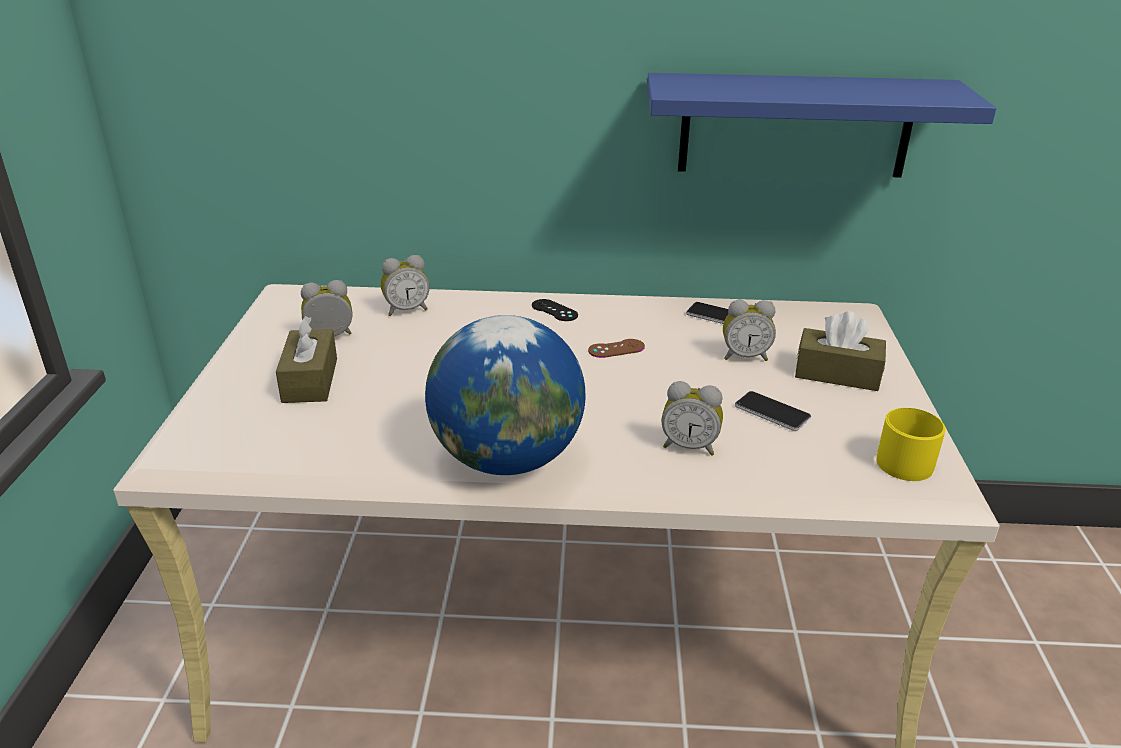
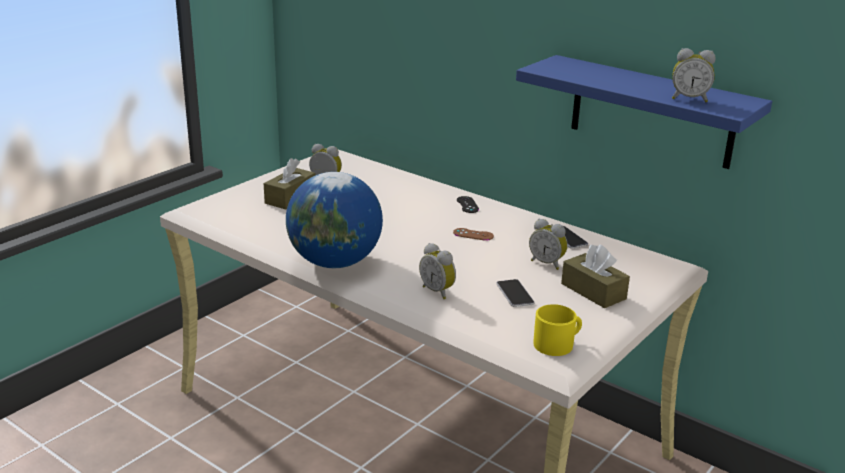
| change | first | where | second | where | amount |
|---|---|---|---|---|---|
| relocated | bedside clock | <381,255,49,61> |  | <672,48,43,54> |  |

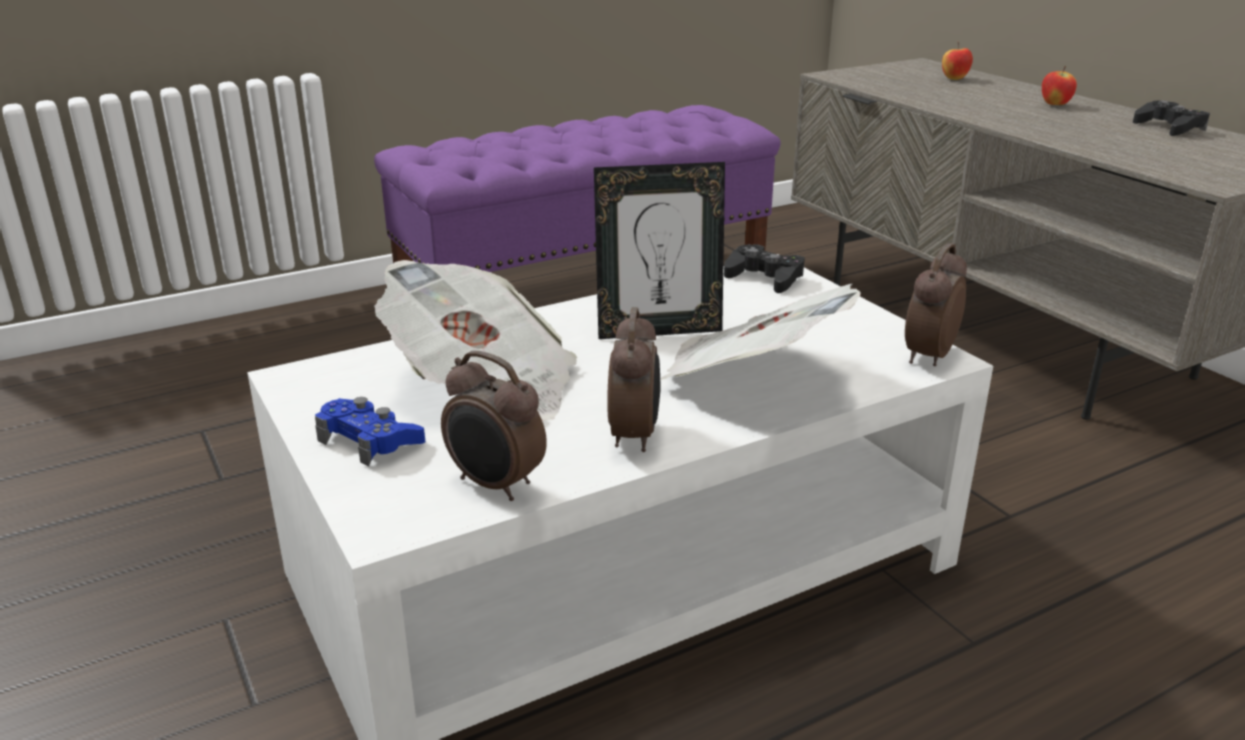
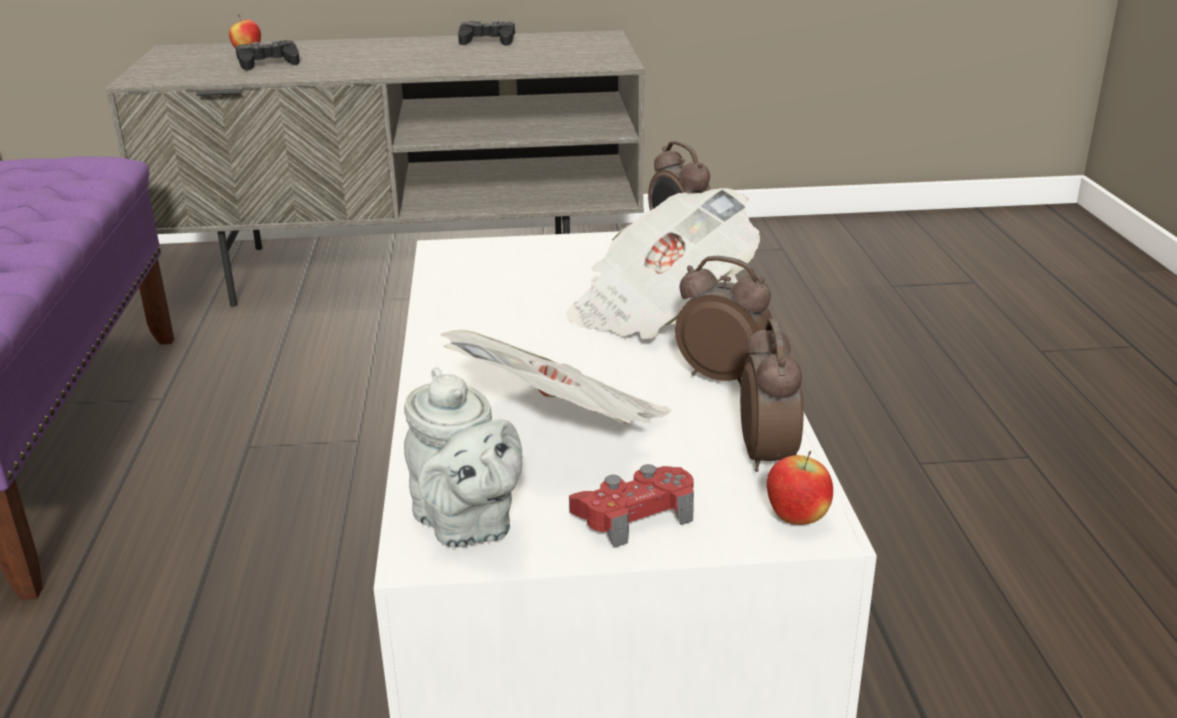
| change | first | where | second | where | amount |
|---|---|---|---|---|---|
| colour | gamepad in blue-coloured | <315,397,110,70> | gamepad in red | <569,464,125,84> |  |
| spun | bedside clock | <441,351,106,150> |  | <740,319,64,153> | 60 degrees counterclockwise |
| missing | photo frame | <594,162,131,177> |  |  |  |
| relocated | gamepad in blackish | <724,244,81,49> |  | <235,40,65,30> |  |
| relocated | whole apple | <1042,66,35,39> |  | <767,451,66,74> |  |
| appeared |  |  | pot for tea in gray | <404,367,118,181> |  |

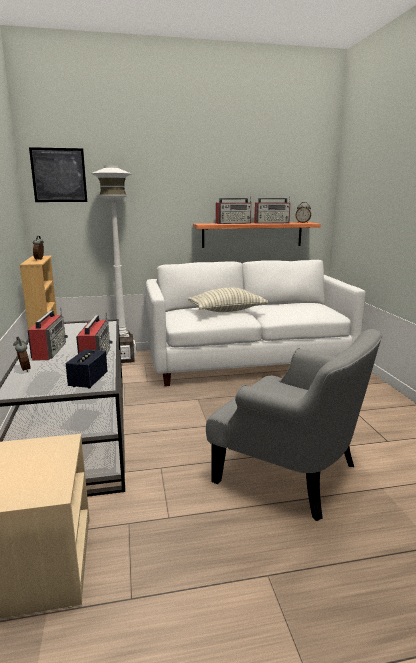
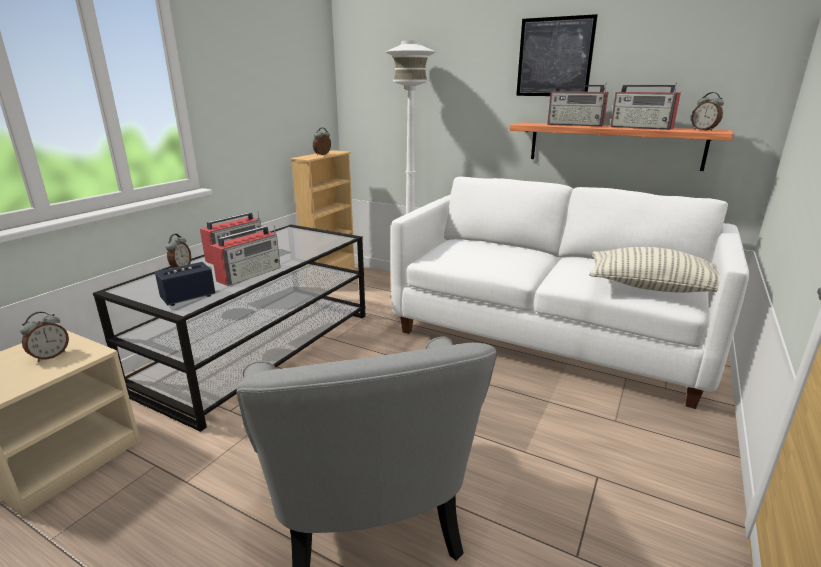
| change | first | where | second | where | amount |
|---|---|---|---|---|---|
| relocated | picture | <29,147,58,55> |  | <516,14,82,82> |  |
| relocated | cushion | <188,287,80,25> |  | <589,247,131,46> |  |
| appeared |  |  | bedside clock | <20,312,49,50> |  |

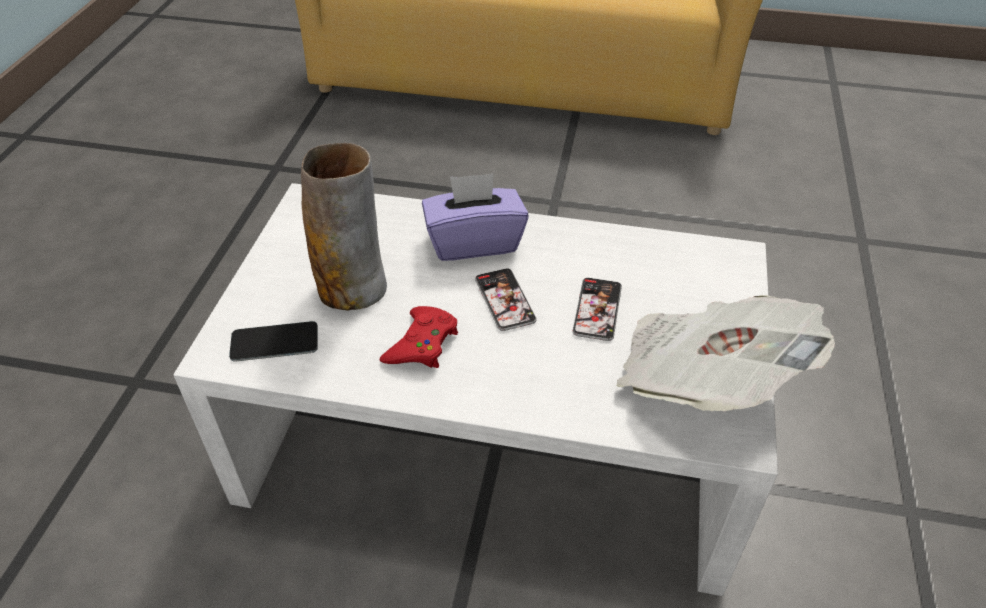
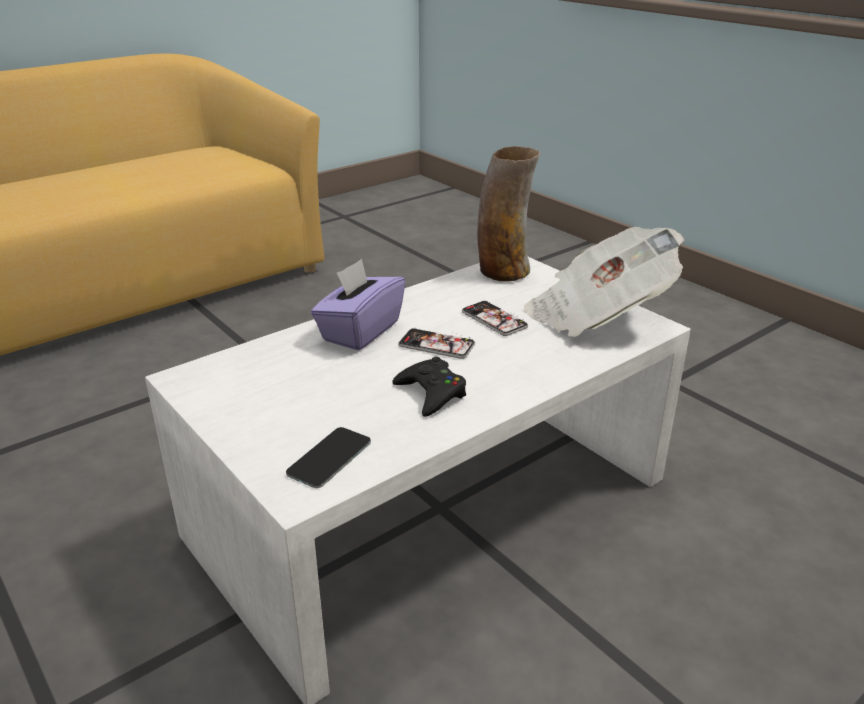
| change | first | where | second | where | amount |
|---|---|---|---|---|---|
| relocated | flower vase | <301,143,86,168> |  | <477,146,63,136> |  |
| colour | gamepad in red | <380,306,78,62> | gamepad in blackish | <392,357,74,60> |  |

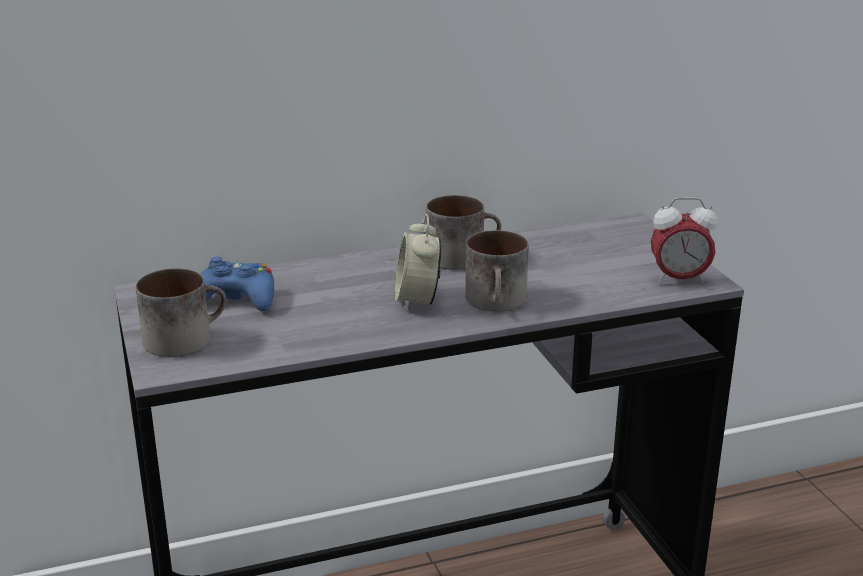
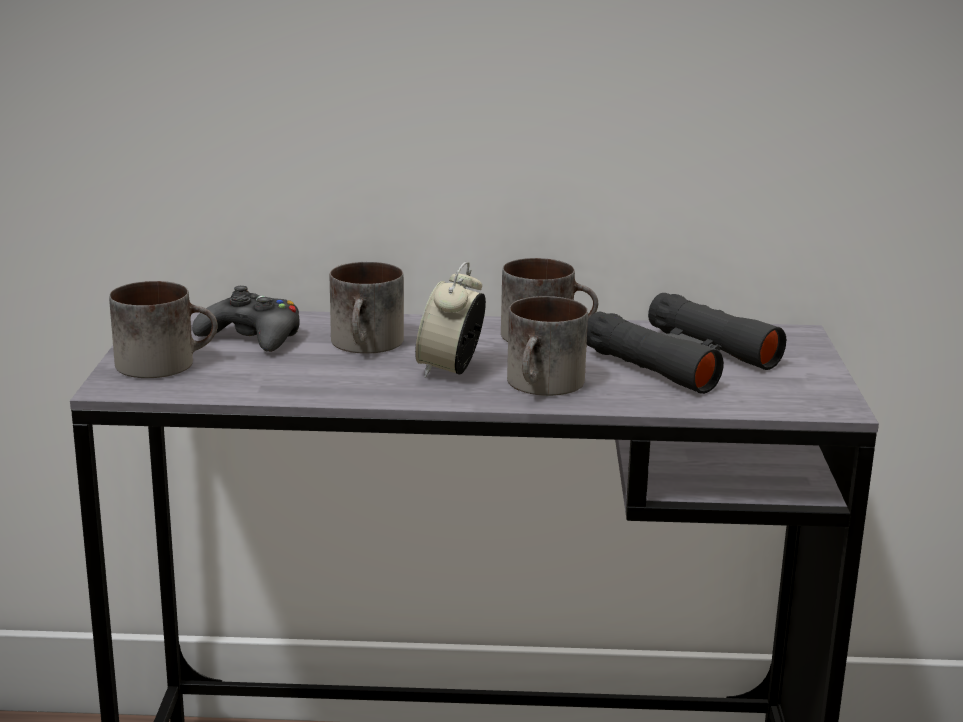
| change | first | where | second | where | amount |
|---|---|---|---|---|---|
| colour | gamepad in blue-coloured | <201,257,73,54> | gamepad in blackish | <192,286,108,66> |  |
| missing | bedside clock | <651,198,66,87> |  |  |  |
| appeared |  |  | coffee mug | <330,262,74,92> |  |
| appeared |  |  | binoculars in blackish | <587,293,199,101> |  |

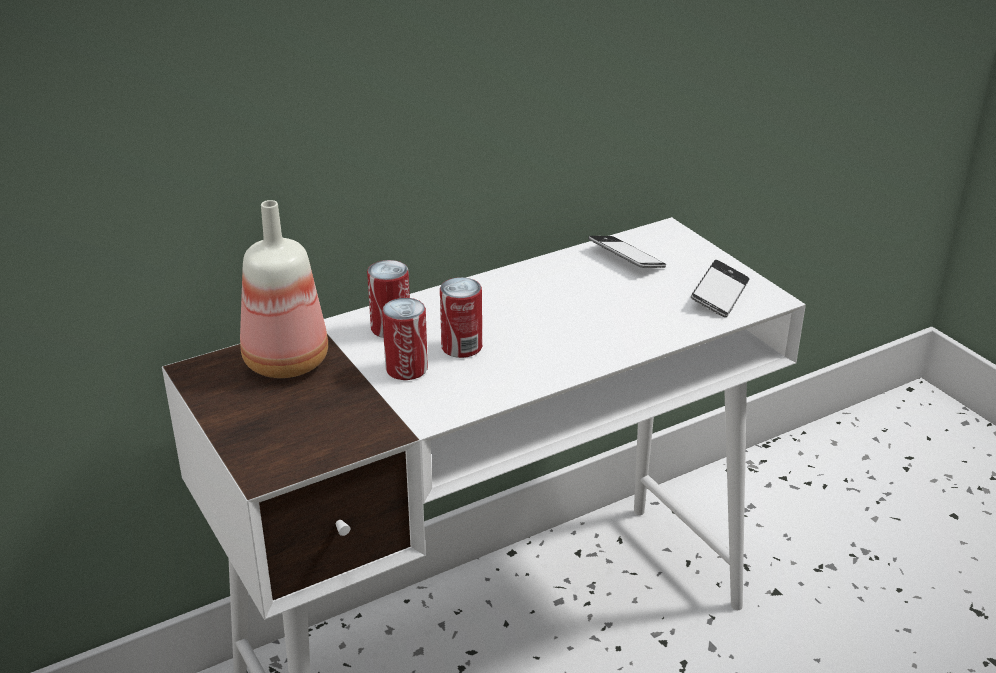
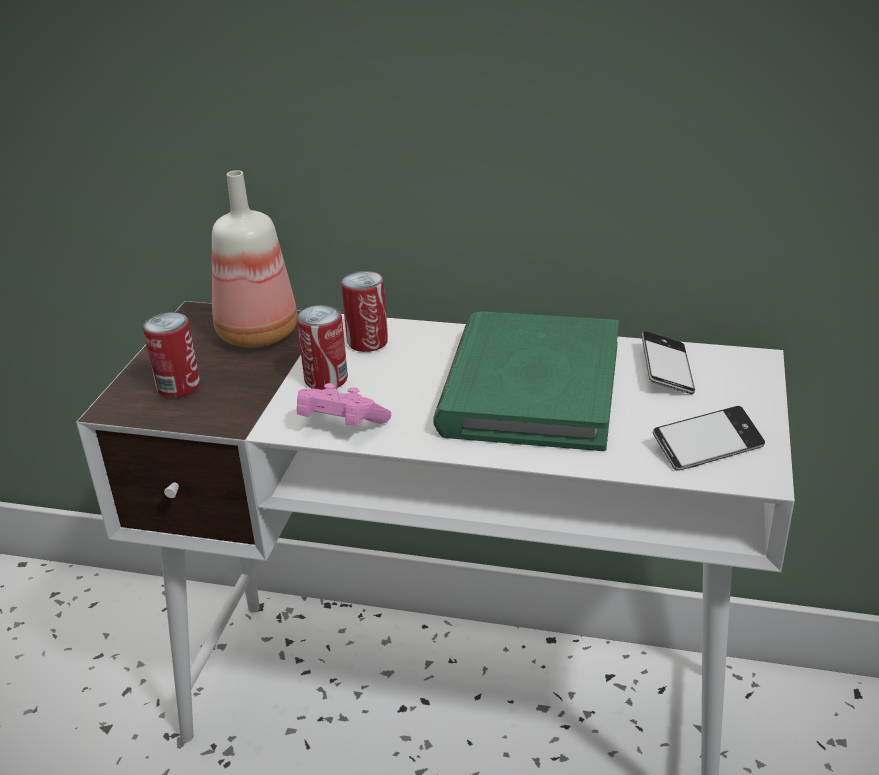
| change | first | where | second | where | amount |
|---|---|---|---|---|---|
| relocated | sealed can | <440,277,42,81> |  | <143,312,57,86> |  |
| appeared |  |  | gamepad in pink | <297,383,95,43> |  |
| appeared |  |  | volume in greenish | <433,311,186,140> |  |

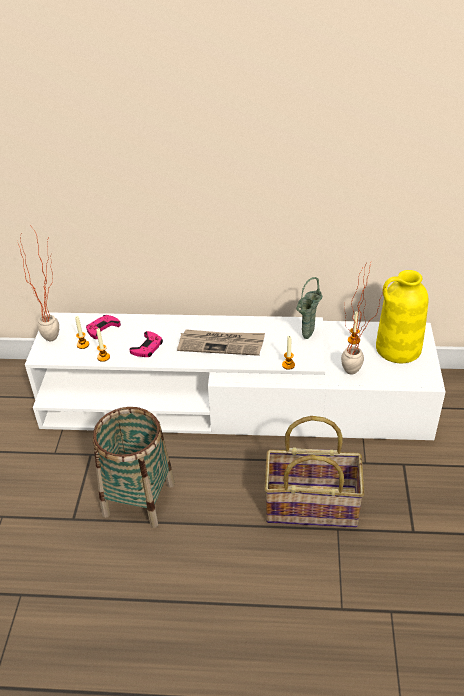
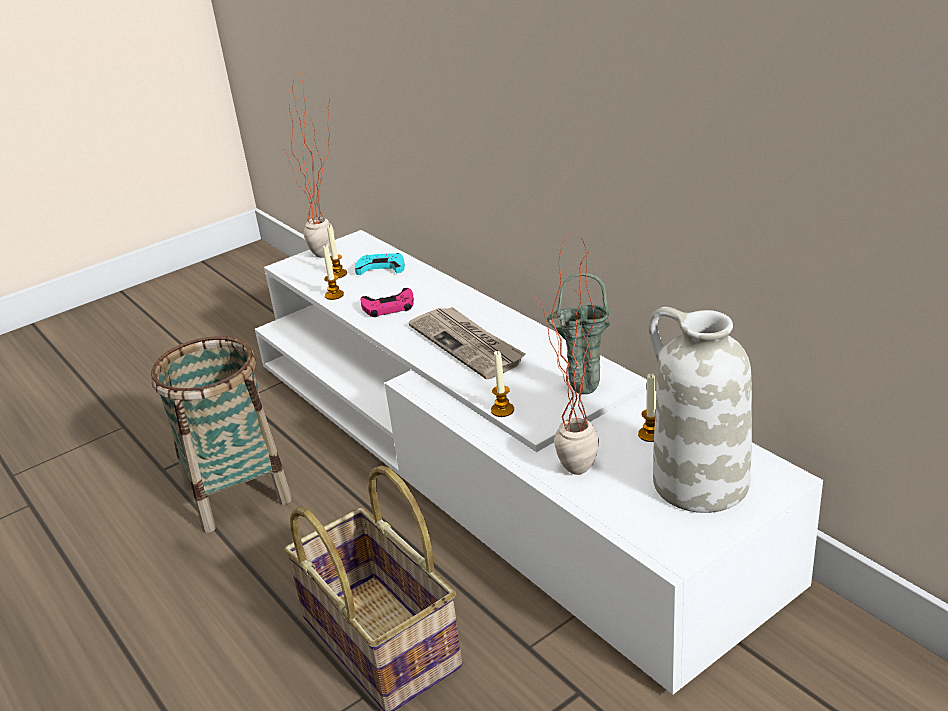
| change | first | where | second | where | amount |
|---|---|---|---|---|---|
| colour | gamepad in pink | <86,315,35,24> | gamepad in turquoise-coloured | <355,253,50,22> |  |
| colour | flower vase in yellowish | <376,270,52,93> | flower vase in white-coloured | <649,307,103,206> |  |

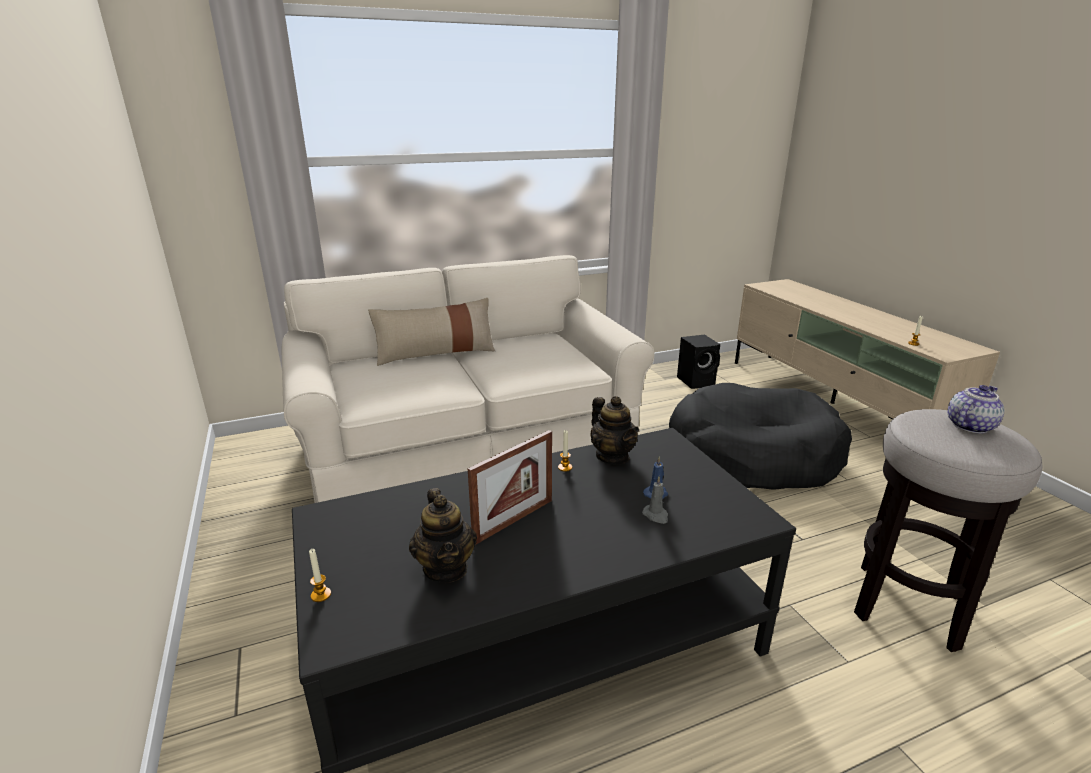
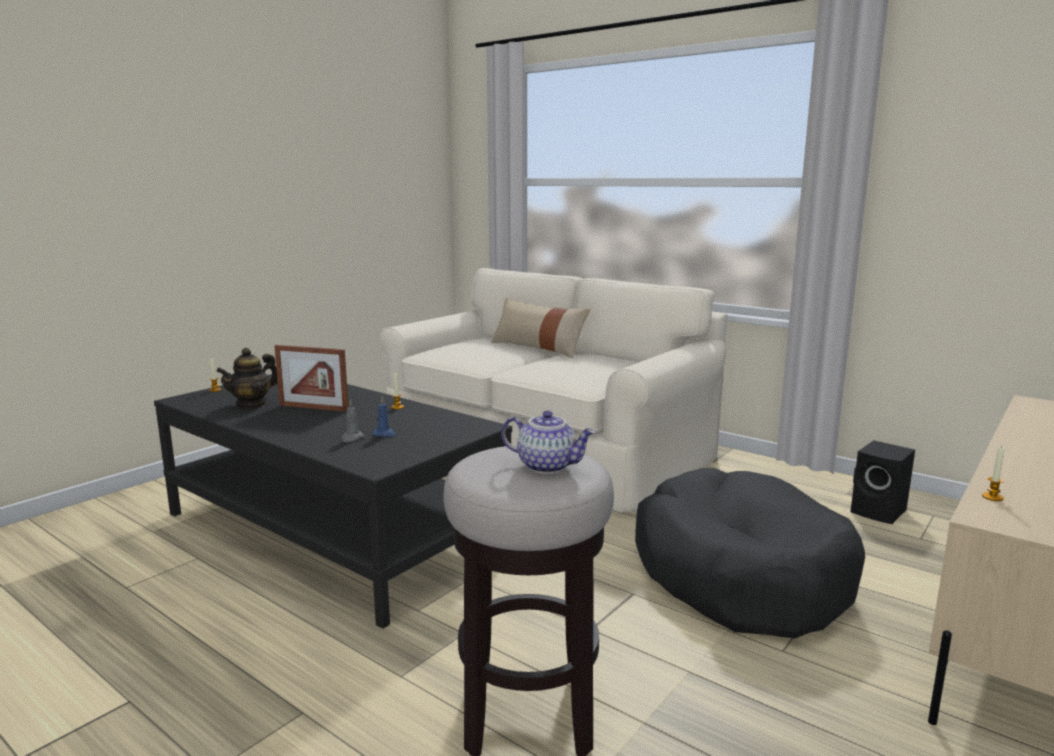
| change | first | where | second | where | amount |
|---|---|---|---|---|---|
| missing | pot for tea | <591,396,48,68> |  |  |  |

